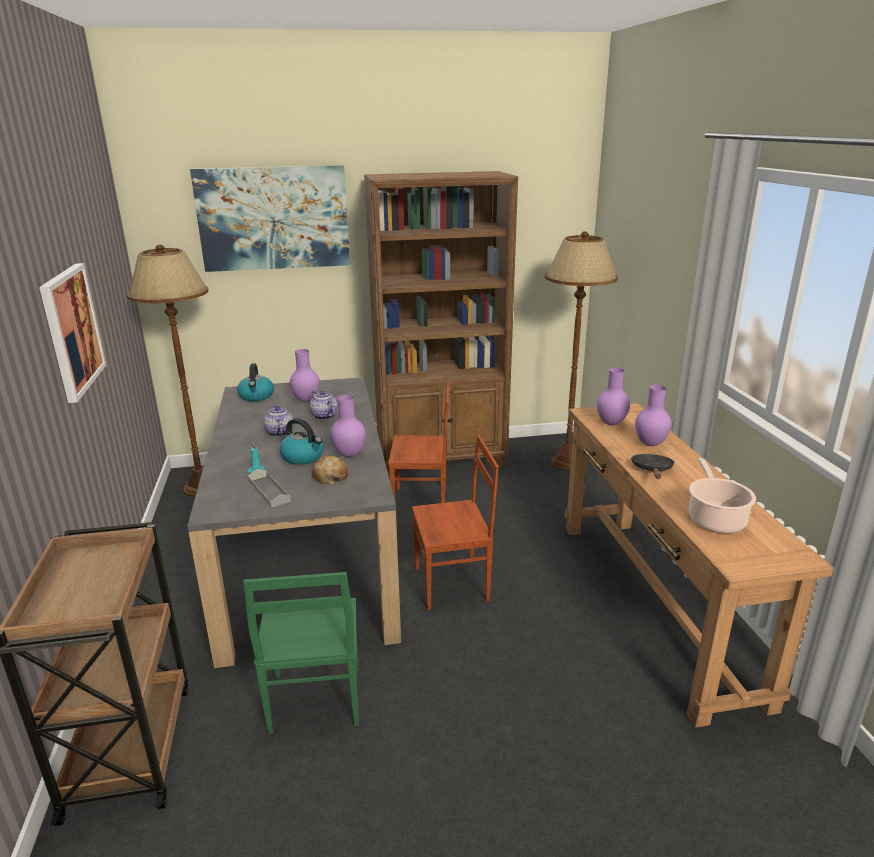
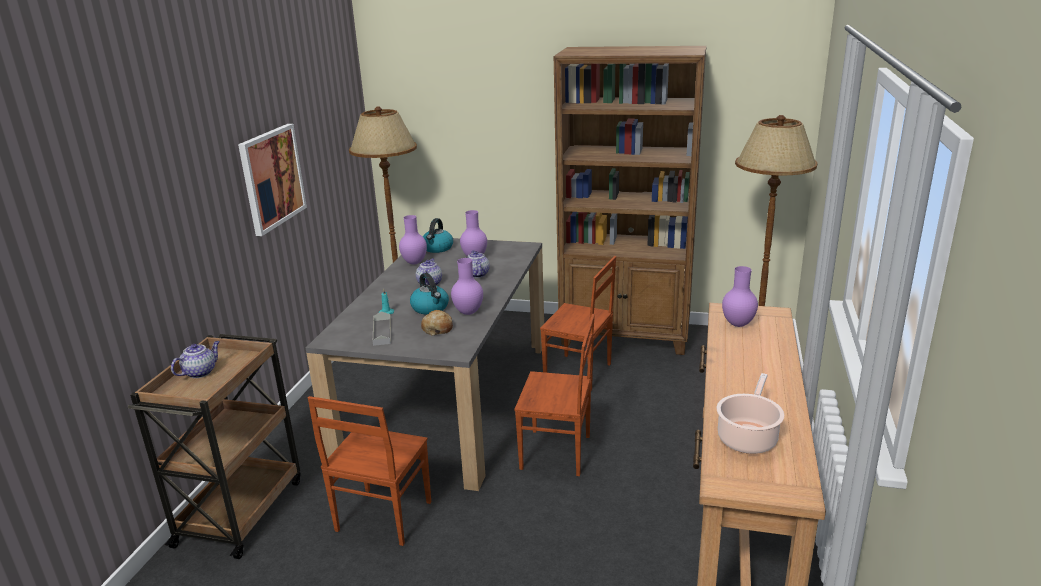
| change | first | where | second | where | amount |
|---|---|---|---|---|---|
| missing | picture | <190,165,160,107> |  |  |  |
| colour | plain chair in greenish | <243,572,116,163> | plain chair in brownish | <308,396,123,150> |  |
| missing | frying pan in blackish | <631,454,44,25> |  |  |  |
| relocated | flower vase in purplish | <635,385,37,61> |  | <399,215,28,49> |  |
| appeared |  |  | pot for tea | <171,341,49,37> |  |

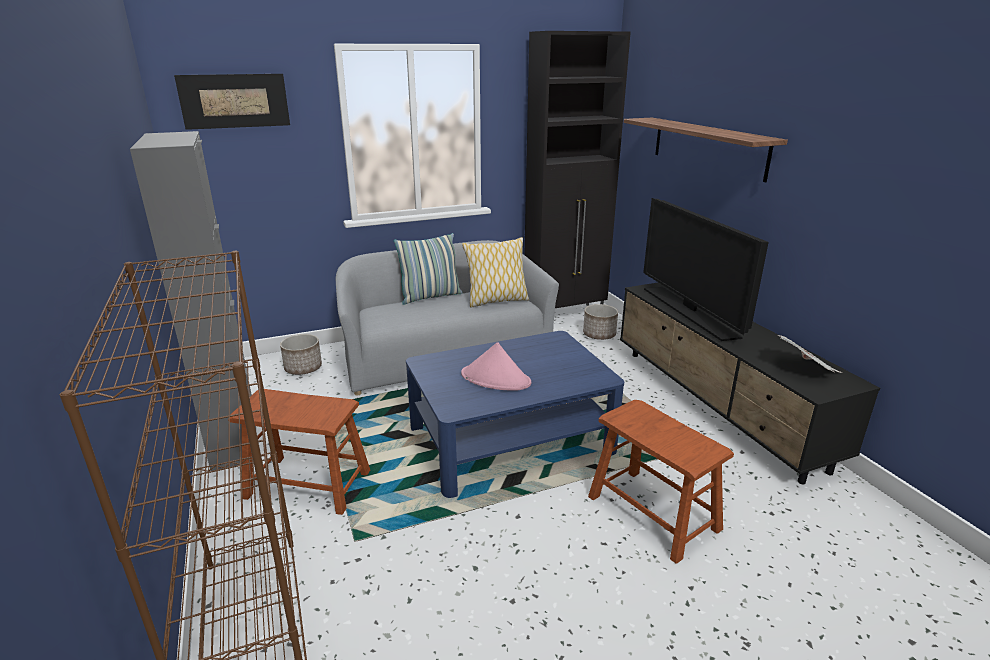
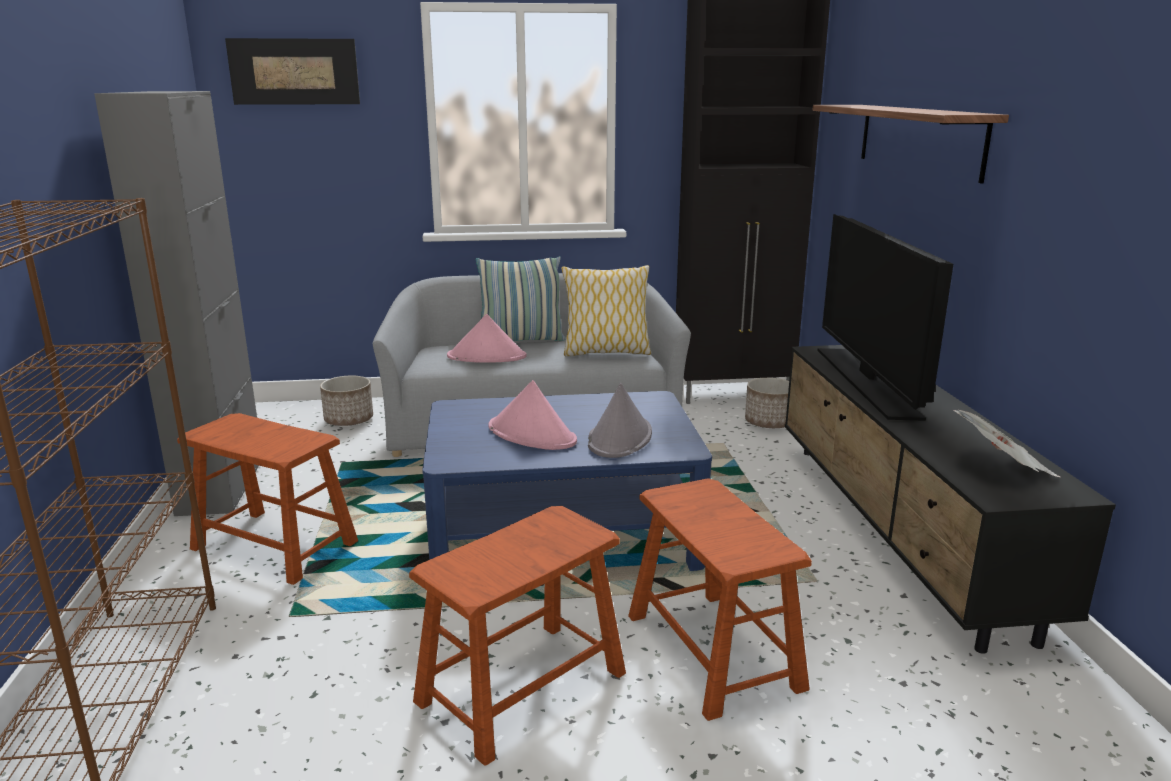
| change | first | where | second | where | amount |
|---|---|---|---|---|---|
| appeared |  |  | sitting stool in brownish | <409,506,217,260> |  |
| appeared |  |  | clothing hat in pink | <447,314,80,49> |  |
| appeared |  |  | clothing hat in gray | <588,383,64,75> |  |

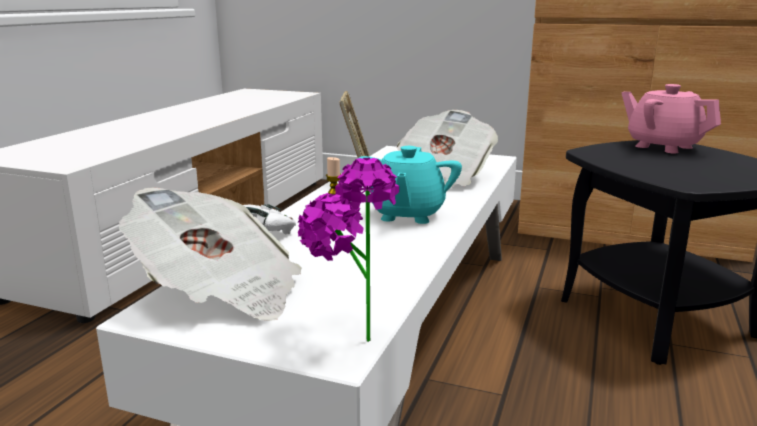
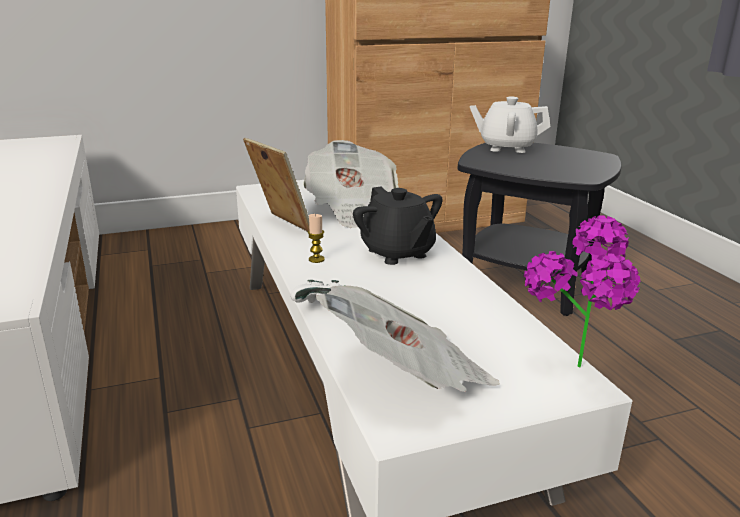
| change | first | where | second | where | amount |
|---|---|---|---|---|---|
| colour | pot for tea in turquoise-coloured | <359,146,103,78> | pot for tea in blackish | <353,187,90,78> |  |
| colour | pot for tea in pink | <622,84,99,69> | pot for tea in white-coloured | <470,97,81,56> |  |

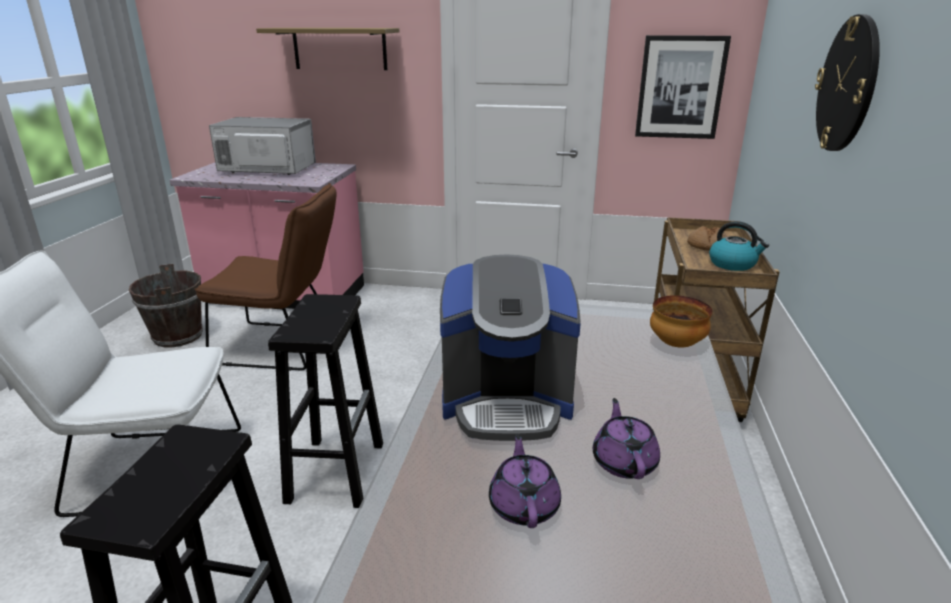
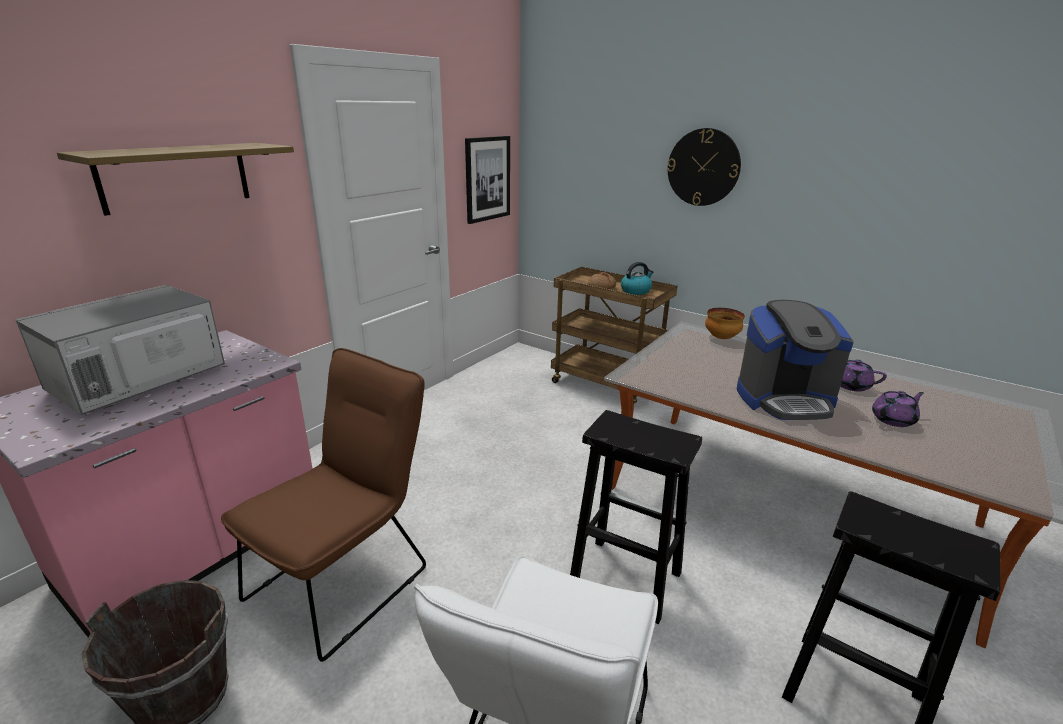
| change | first | where | second | where | amount |
|---|---|---|---|---|---|
| spun | coffee machine | <440,254,141,187> |  | <737,300,117,120> | 60 degrees clockwise |
| spun | pot for tea in purplish | <489,433,72,95> |  | <872,391,52,36> | 135 degrees clockwise |

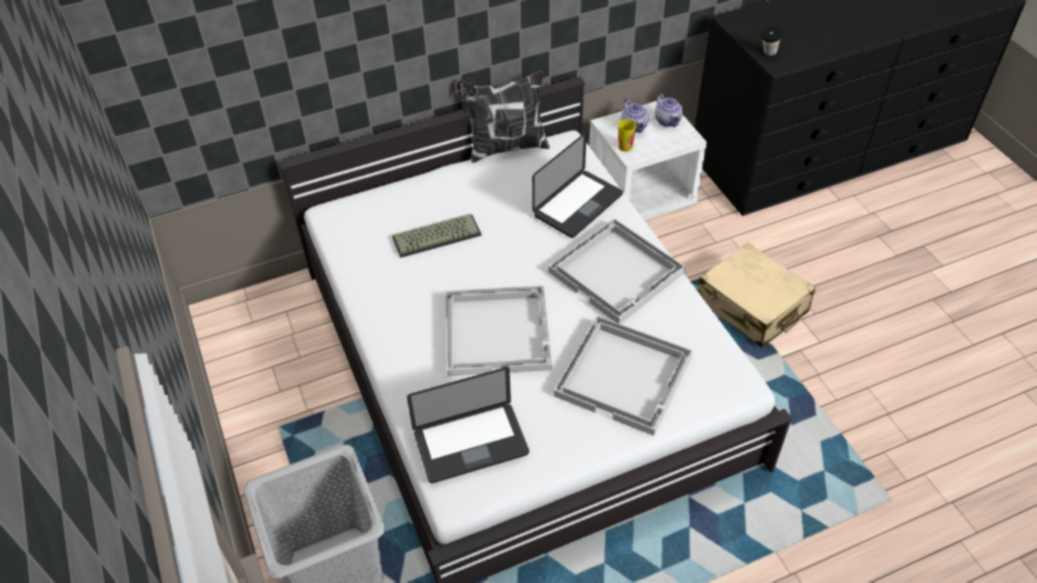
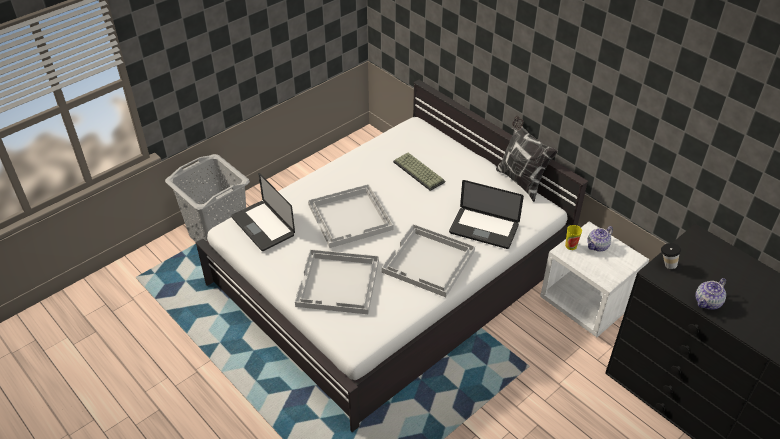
| change | first | where | second | where | amount |
|---|---|---|---|---|---|
| relocated | pot for tea | <655,93,28,34> |  | <695,278,31,32> |  |
| missing | suitcase in sand-coloured | <698,243,117,105> |  |  |  |

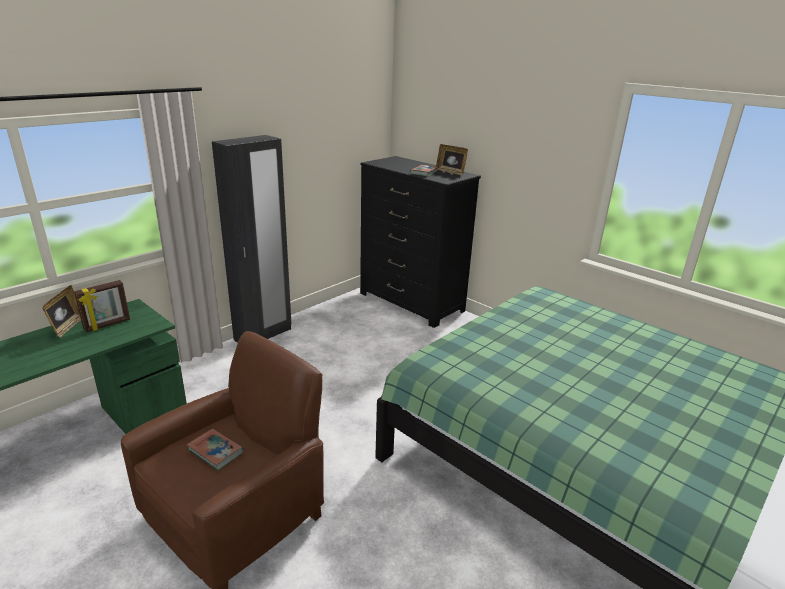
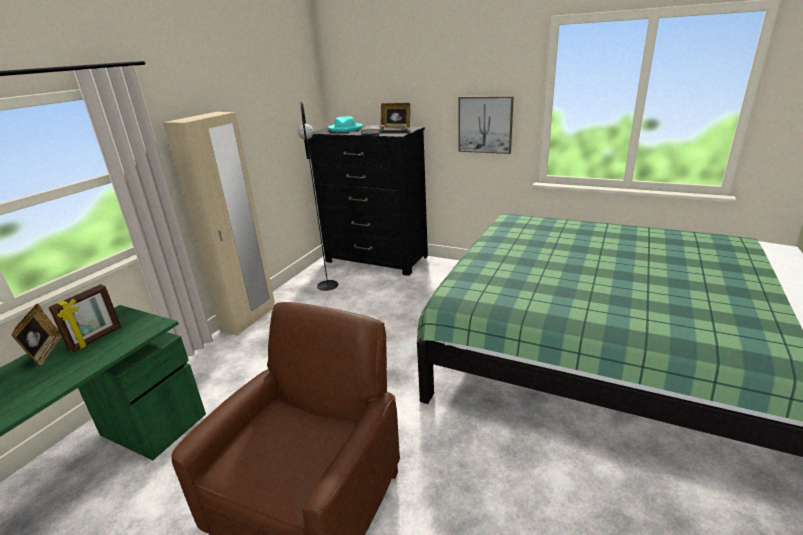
| change | first | where | second | where | amount |
|---|---|---|---|---|---|
| missing | volume | <187,429,57,42> |  |  |  |
| colour | clothes cupboard in blackish | <212,135,79,208> | clothes cupboard in sand-coloured | <163,112,112,224> |  |
| appeared |  |  | standard lamp in blackish | <298,101,40,190> |  |
| appeared |  |  | clothing hat in turquoise-coloured | <328,116,35,16> |  |
| appeared |  |  | picture | <458,96,56,58> |  |

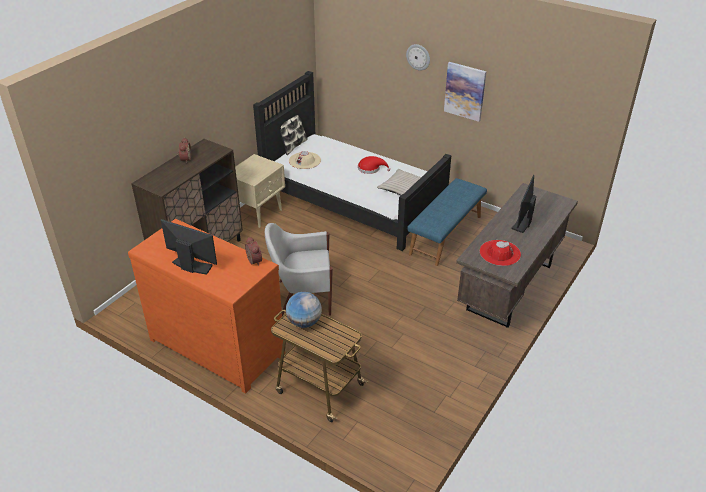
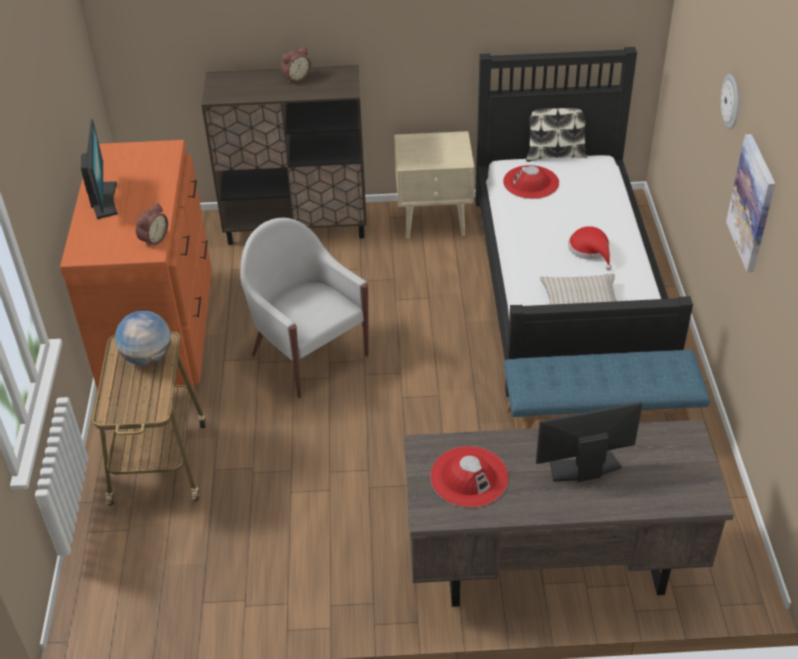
| change | first | where | second | where | amount |
|---|---|---|---|---|---|
| colour | clothing hat in sand-coloured | <289,151,32,18> | clothing hat in red | <503,165,56,34> |  |

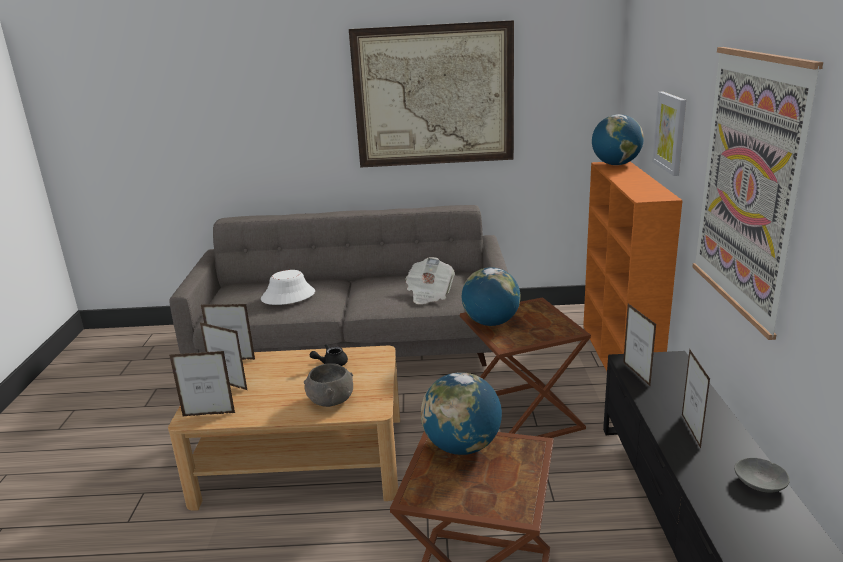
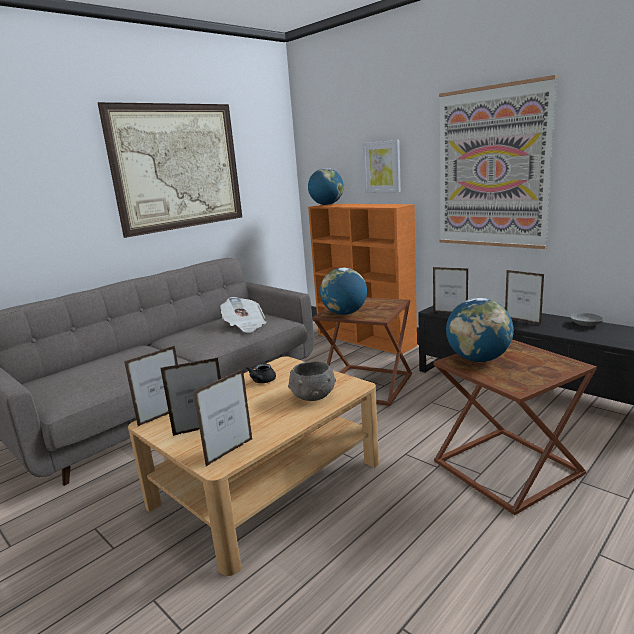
| change | first | where | second | where | amount |
|---|---|---|---|---|---|
| missing | clothing hat in white-coloured | <261,270,54,35> |  |  |  |

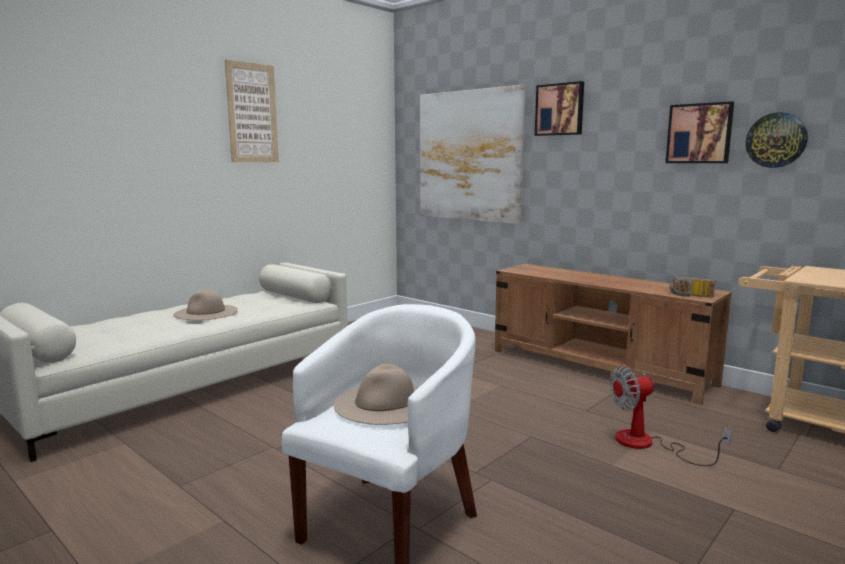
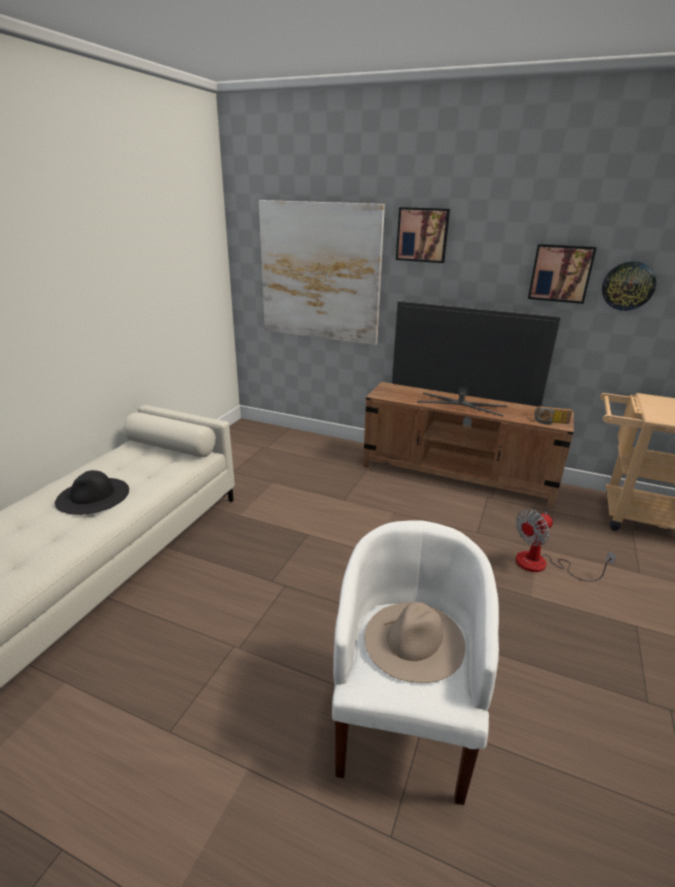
| change | first | where | second | where | amount |
|---|---|---|---|---|---|
| colour | clothing hat in sand-coloured | <173,289,65,31> | clothing hat in blackish | <55,470,74,45> |  |
| missing | picture | <225,59,54,103> |  |  |  |
| appeared |  |  | television | <392,301,169,116> |  |

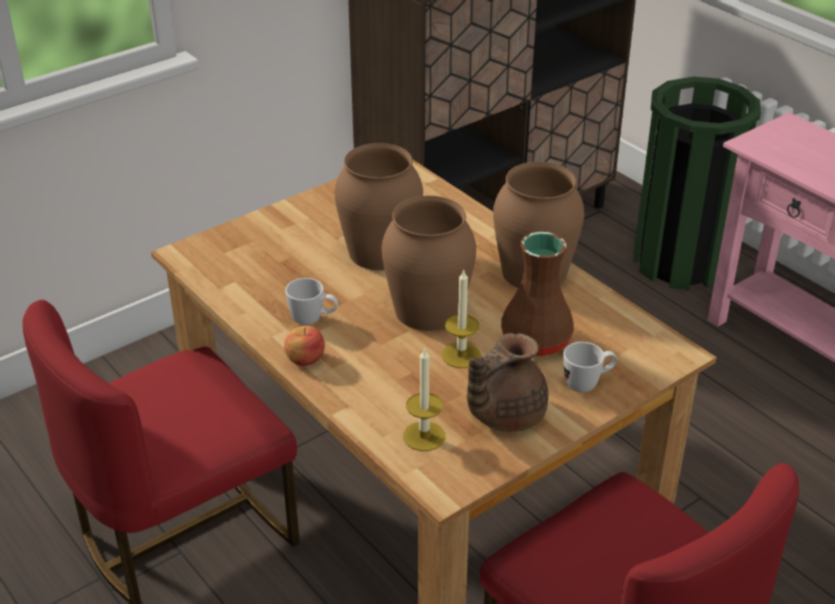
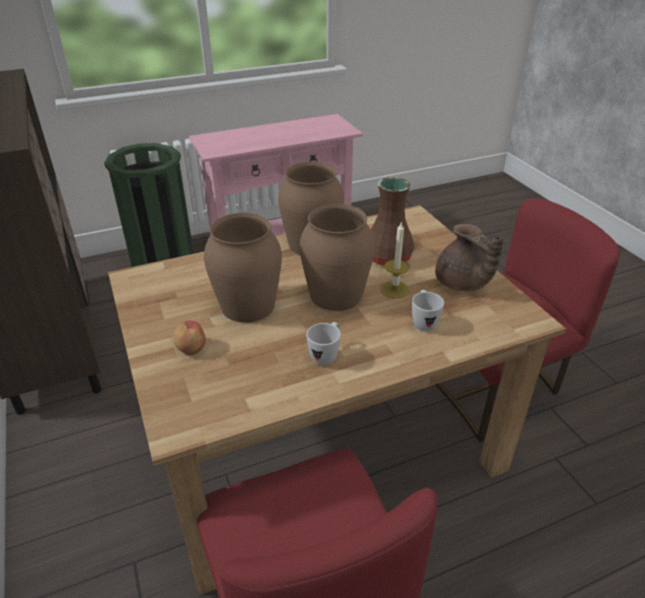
| change | first | where | second | where | amount |
|---|---|---|---|---|---|
| relocated | whole apple | <284,326,41,40> |  | <173,321,33,34> |  |
| missing | candle | <403,347,43,104> |  |  |  |
| relocated | coffee mug in white-coloured | <563,342,54,50> |  | <412,290,32,41> |  |

